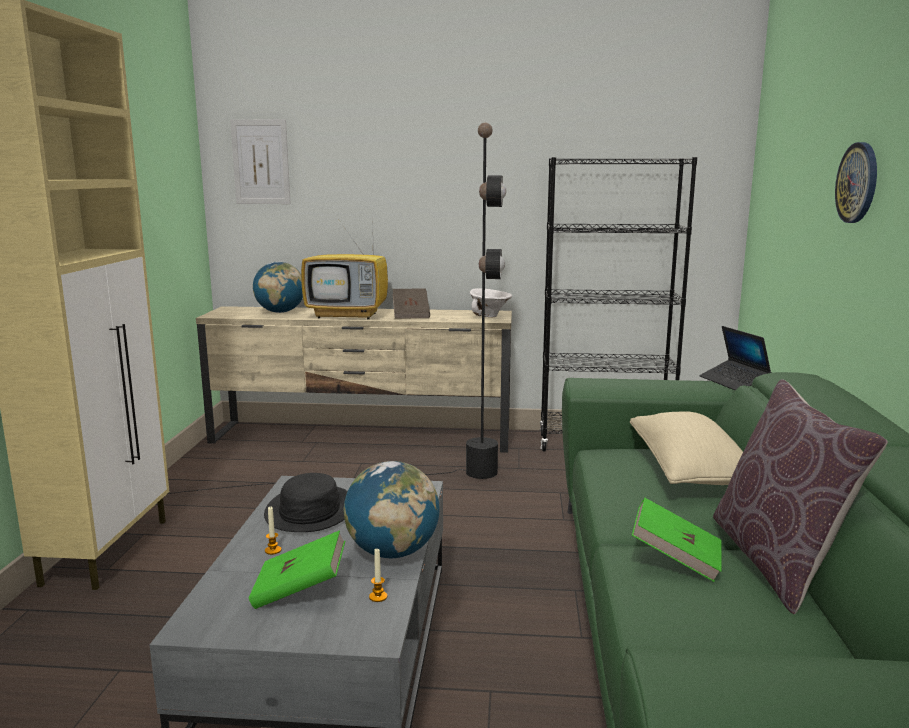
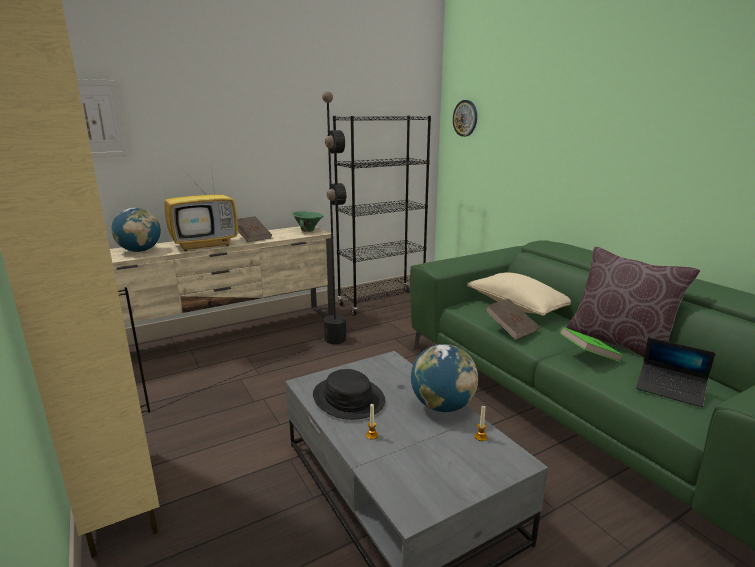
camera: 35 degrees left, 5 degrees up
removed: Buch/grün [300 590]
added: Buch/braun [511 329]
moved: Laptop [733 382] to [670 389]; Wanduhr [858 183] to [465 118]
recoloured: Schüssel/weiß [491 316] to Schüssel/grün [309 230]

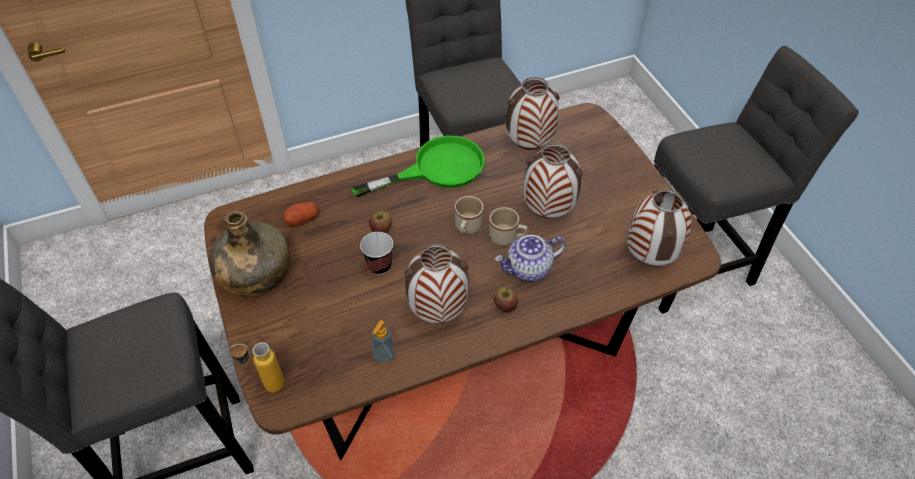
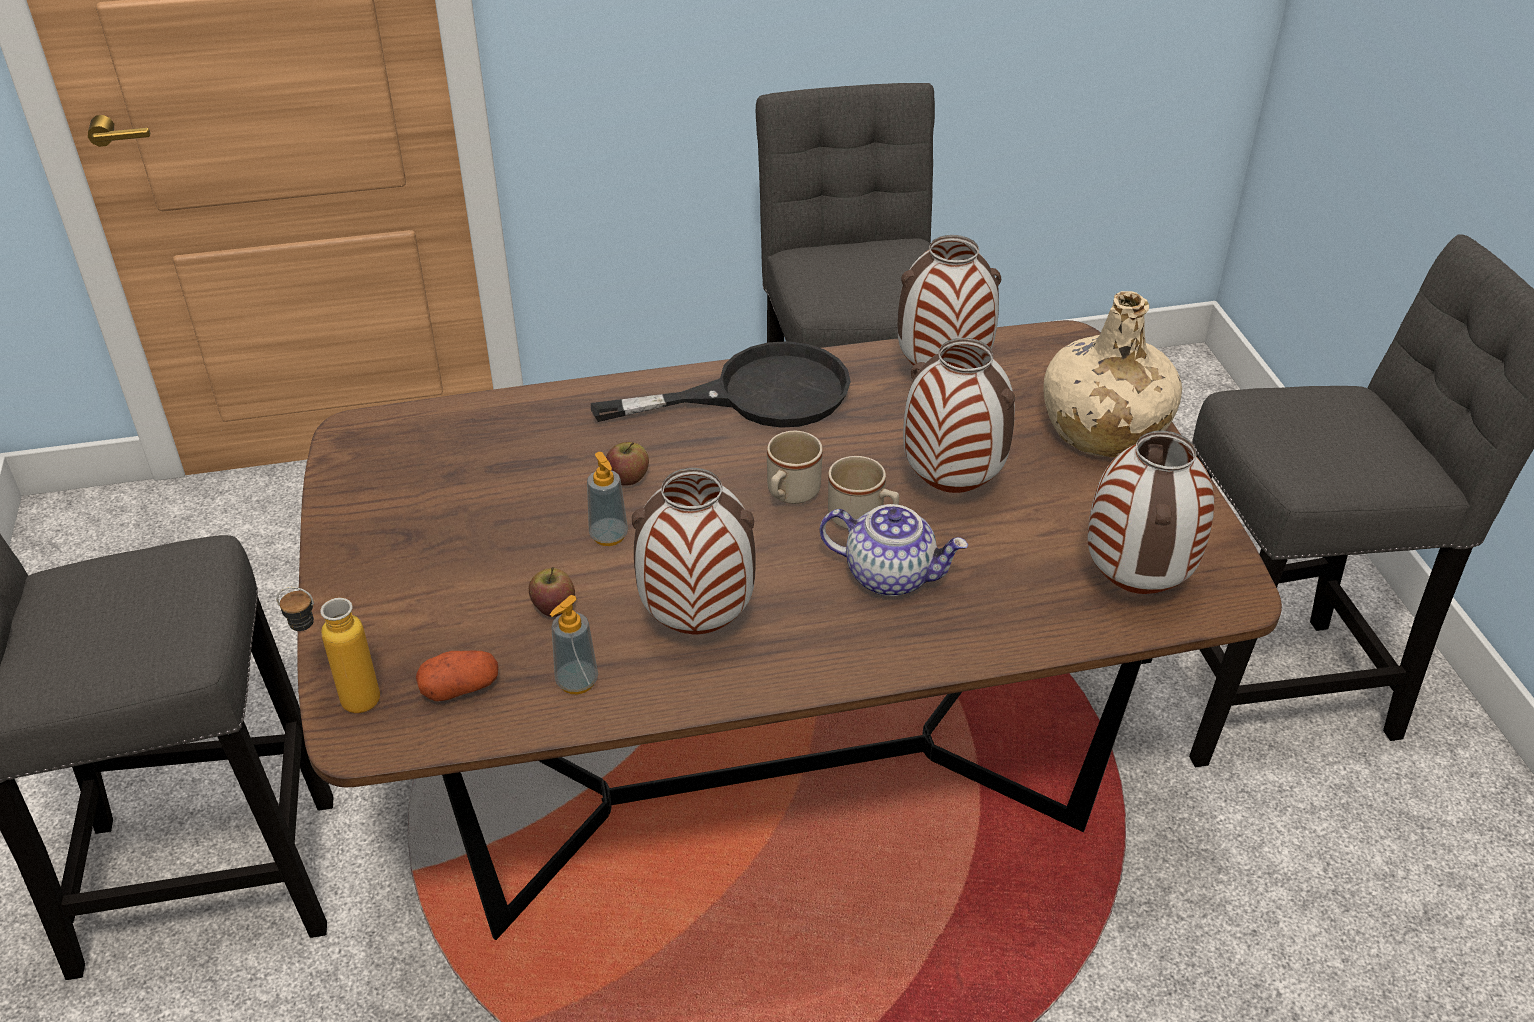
camera: 10 degrees right, 10 degrees down
removed: Flasche/grün [255 274]
added: Flasche/beige [1102 429]
moved: Kartoffel [302 219] to [460 687]; Apfel [505 305] to [554 607]
replaced: Tasse [379 266] to Seifenspender [609 536]
recoloured: Pfanne/grün [436 169] to Pfanne/schwarz [757 394]
turned: Teekanne [528 269] = [891 575] 150 degrees counterclockwise

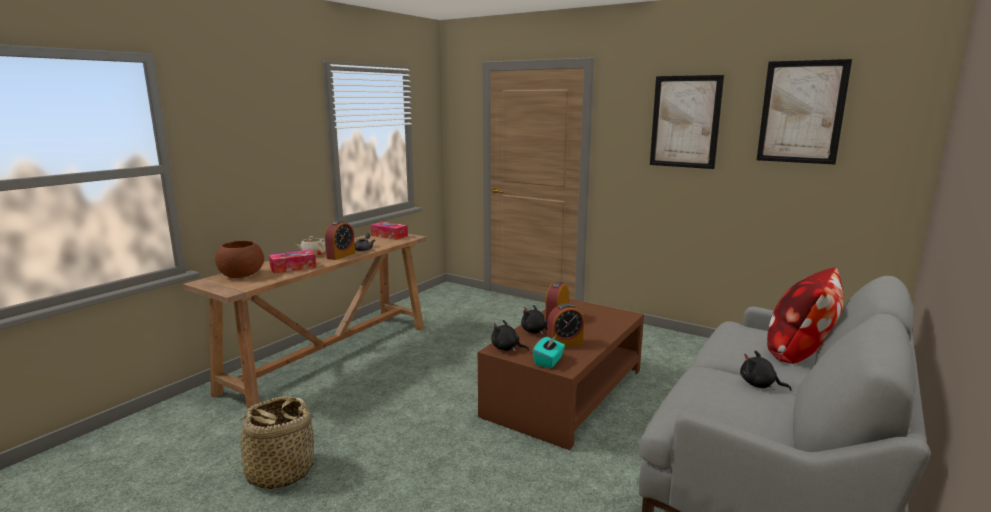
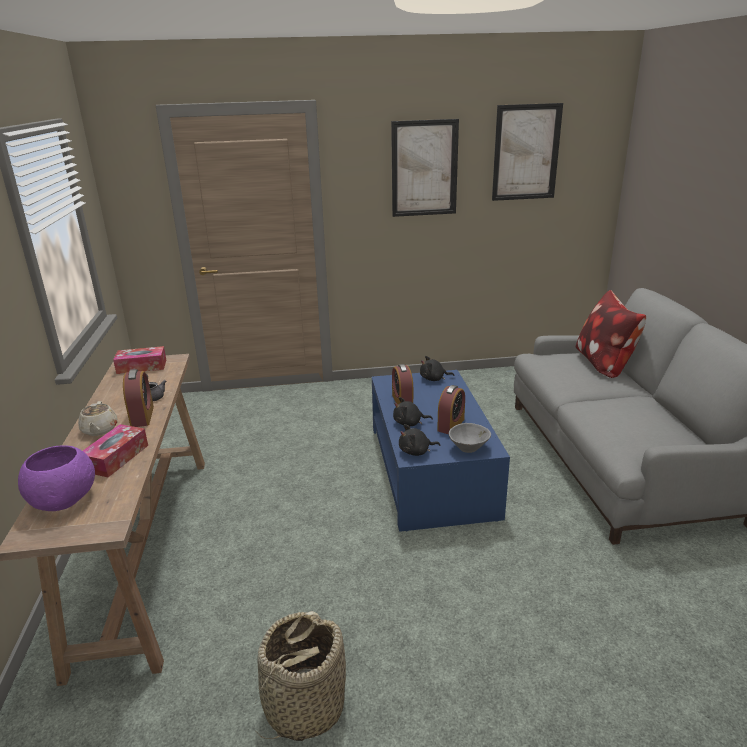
camera: 40 degrees left, 10 degrees up
moved: Plüschtier/schwarz [759 385] to [434 379]
replaced: Taschentuchbox/türkis [549 361] to Schüssel/grau [468 448]
recoloured: Schüssel/braun [242 275] to Schüssel/lila [64 498]; Couchtisch/braun [565 392] to Couchtisch/blau [431 470]

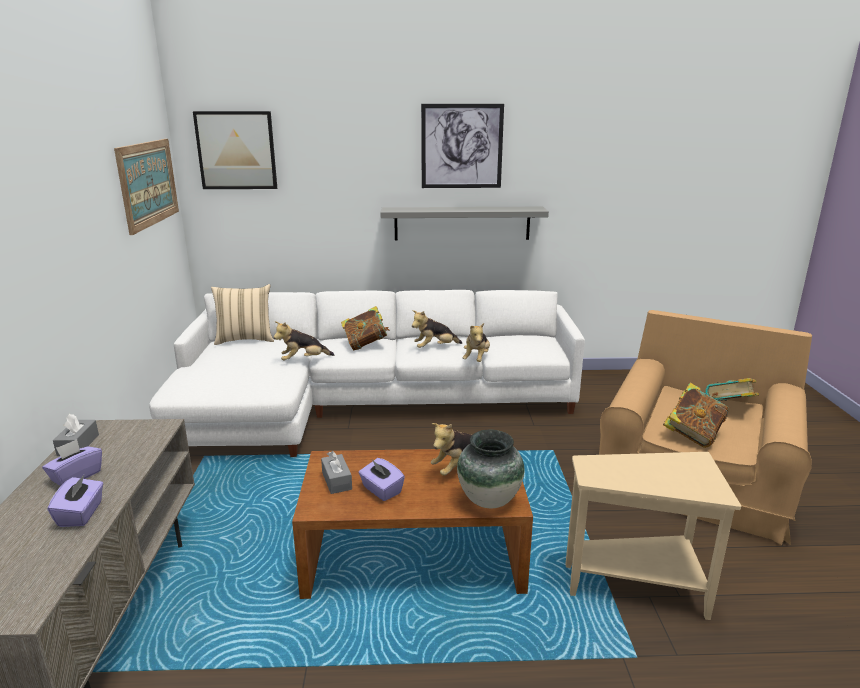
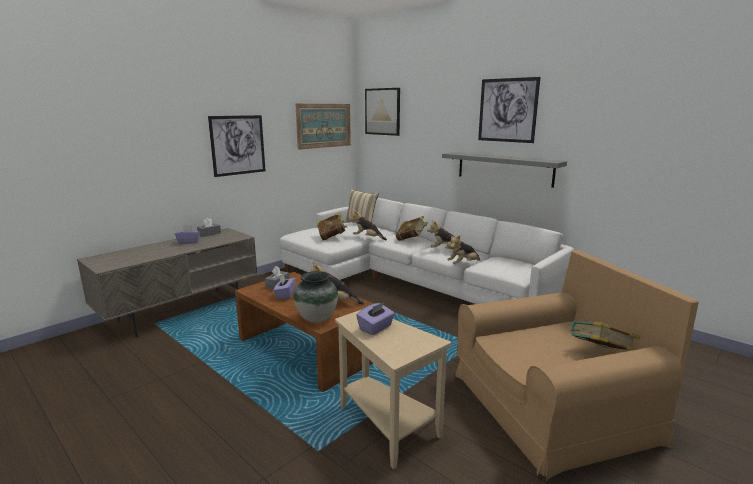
camera: 45 degrees right, 5 degrees down
added: Bild [238 145]
moved: Taschentuchbox/lila [81 514] to [376 328]; Buch [693 435] to [331 237]

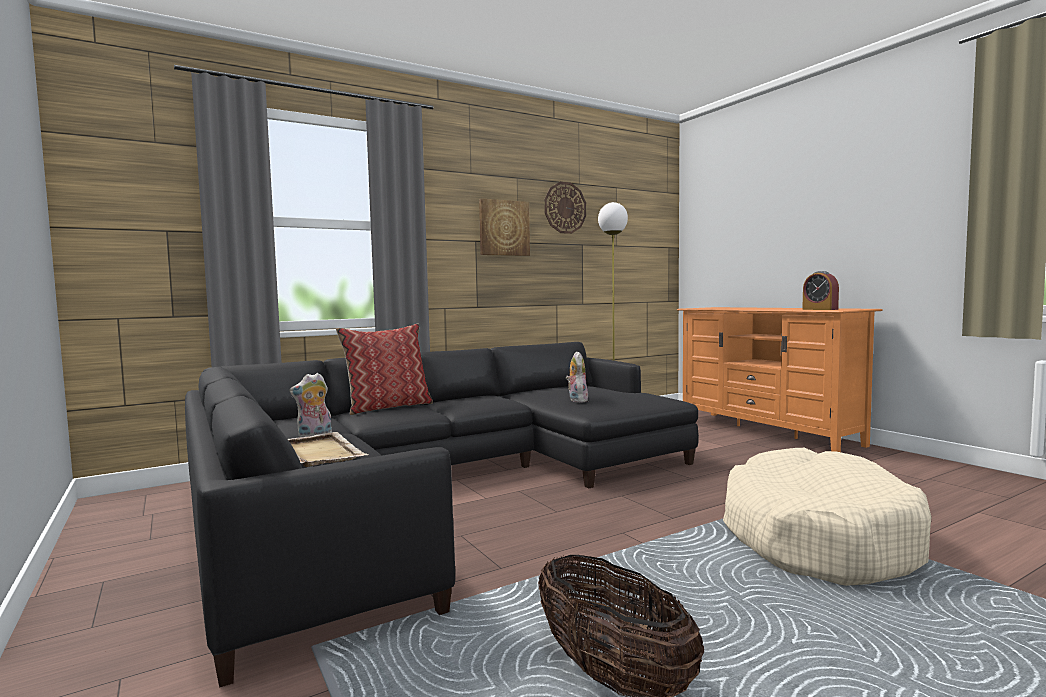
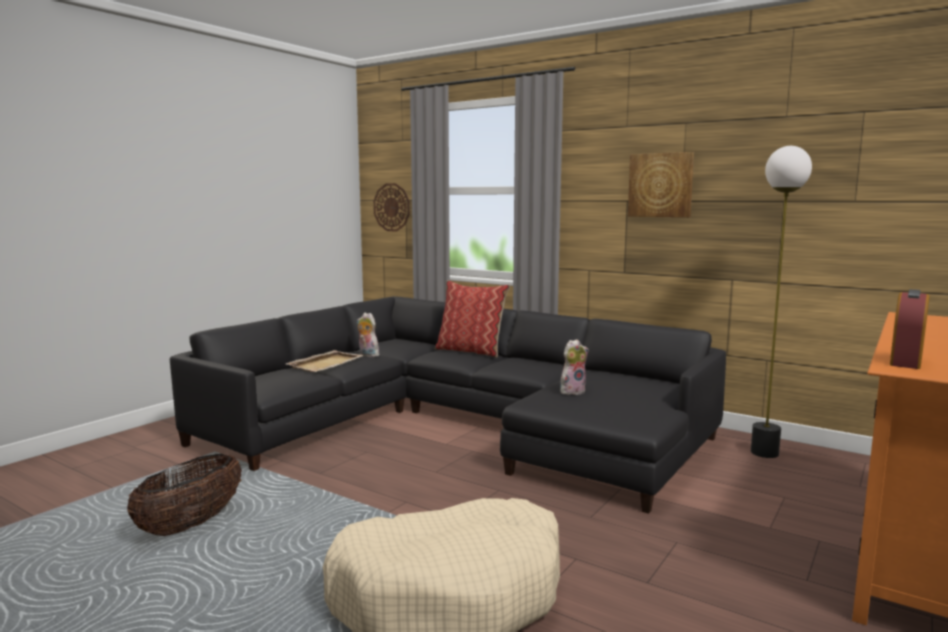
camera: 65 degrees right, 5 degrees up
moved: Wanduhr [565 208] to [392 207]

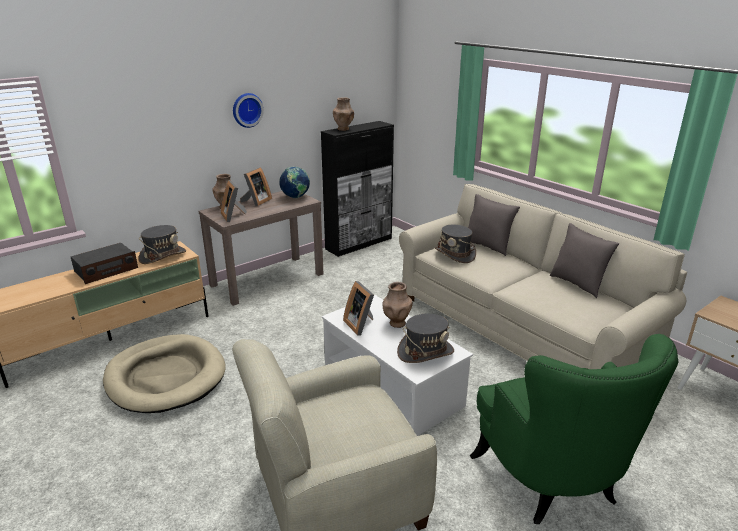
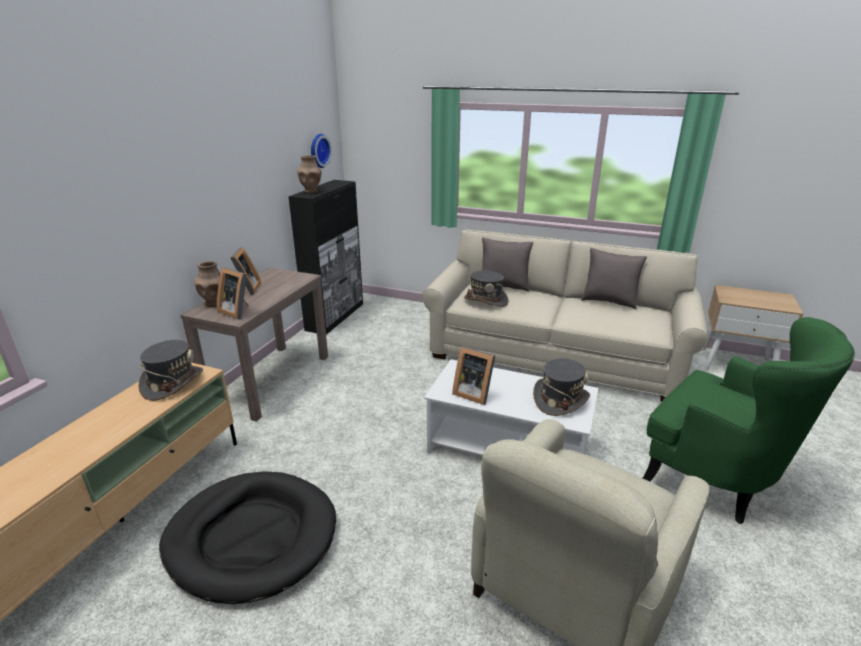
camera: 30 degrees left, 0 degrees up
removed: Radio [106 270]; Globus [295 197]; Vase/braun [397 323]
moved: Wanduhr [246 110] to [318 150]
recoloured: Hundebett/beige [165 377] to Hundebett/schwarz [252 538]

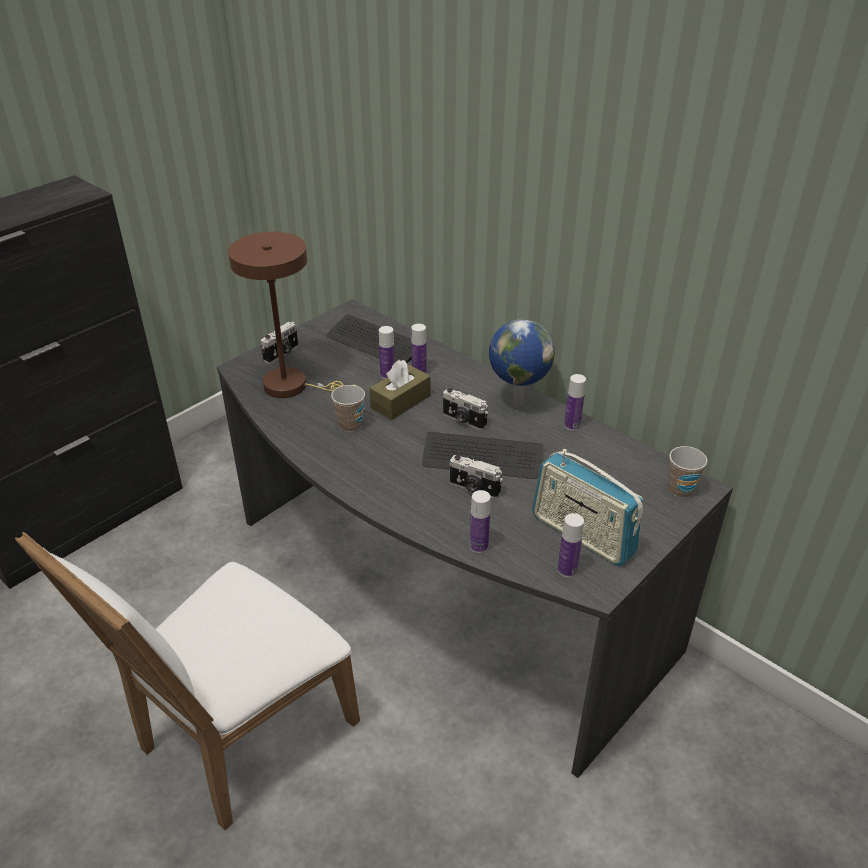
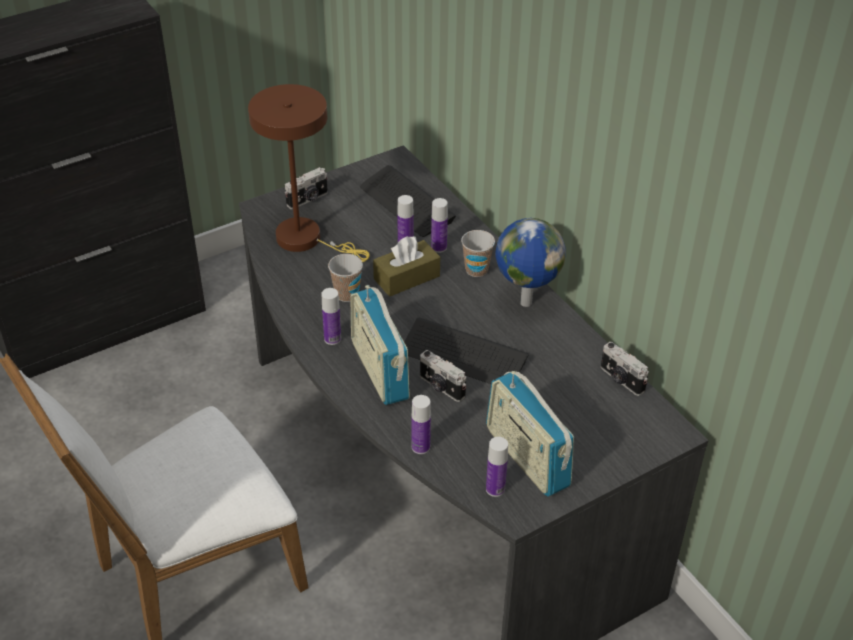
camera: 15 degrees right, 5 degrees up
added: Radio [379 370]
moved: Kamera [463 421] to [621 380]; Flasche [572 425] to [332 339]; Tasse [680 489] to [476 270]

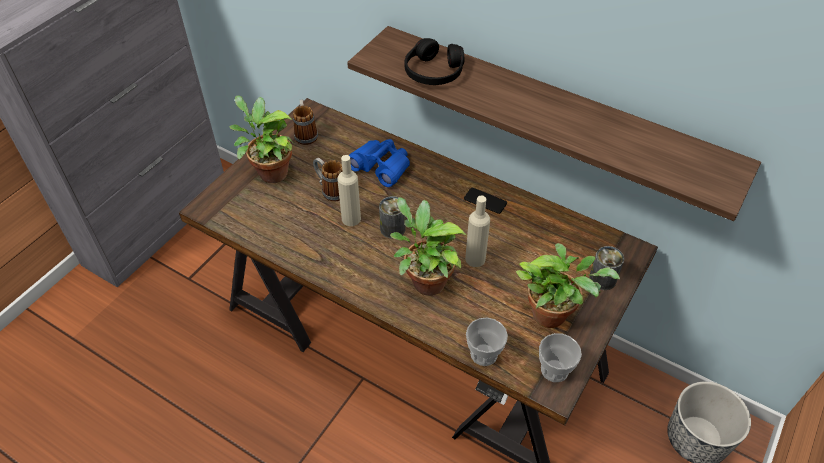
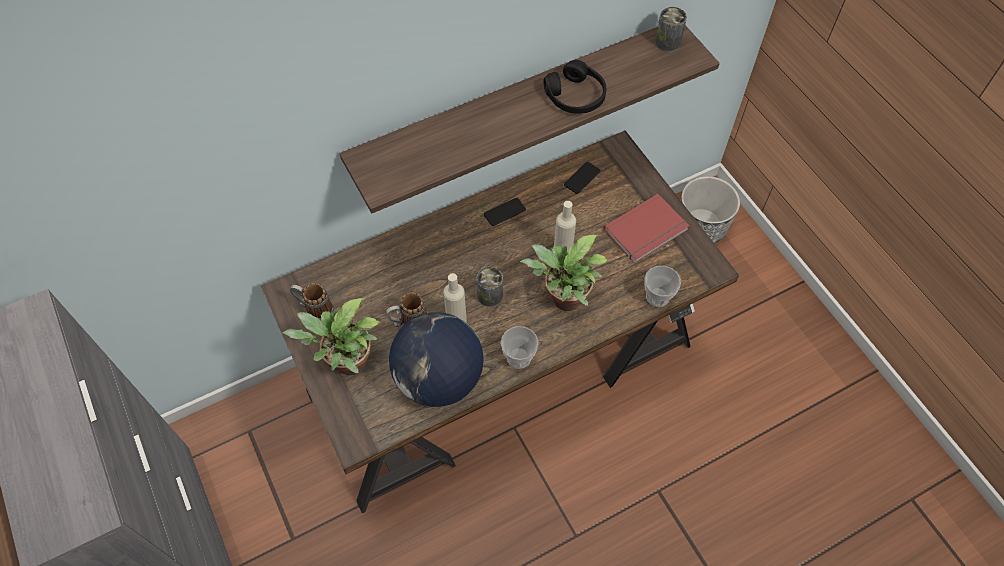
camera: 60 degrees left, 10 degrees up
removed: Fernglas/blau [381 167]
added: Globus [439 379]; Handy [582 178]
moved: Kopfhörer/schwarz [433 72] to [575 96]; Tasse [554 370] to [519 357]; Dose [602 279] to [667 42]
replaced: Topfpflanze [553 314] to Buch/rot [647 231]

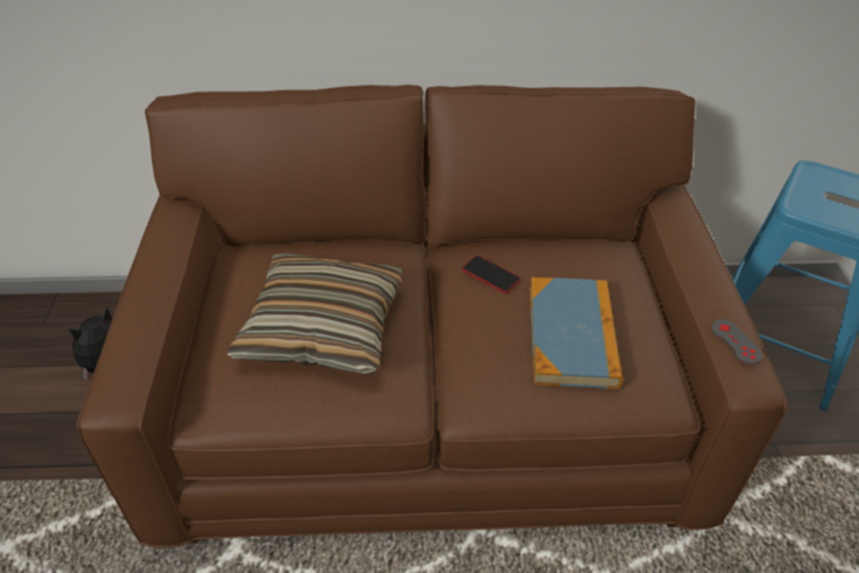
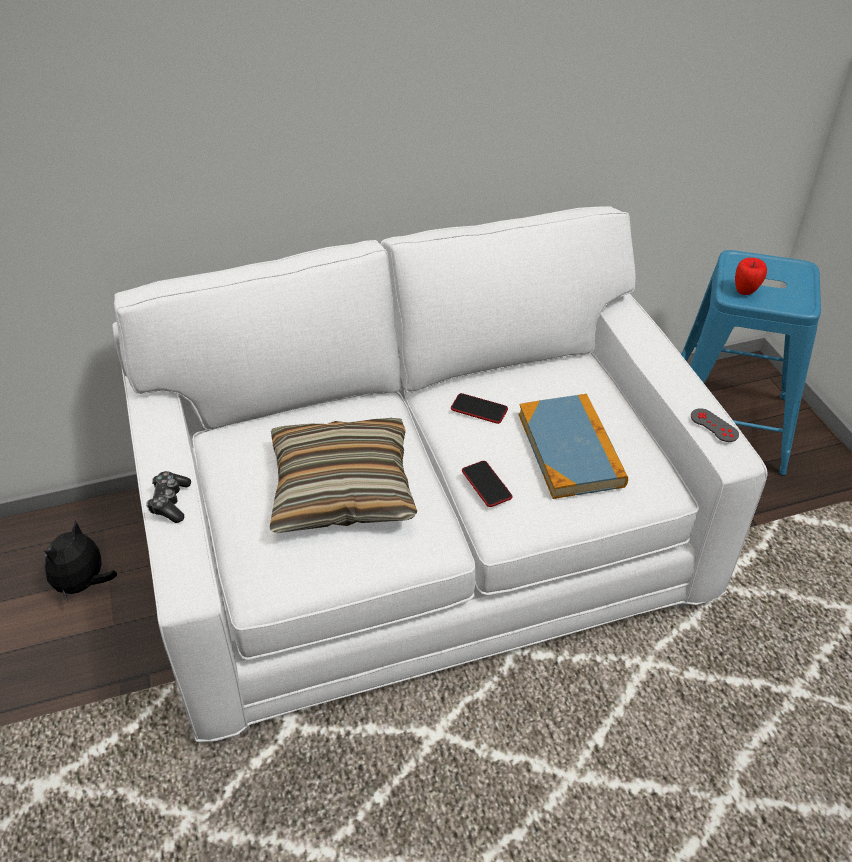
camera: 15 degrees left, 0 degrees up
added: Gamepad [170 502]; Handy [486 484]; Apfel [745 292]
recoloured: Sofa/braun [429 398] to Sofa/weiß [425 543]

